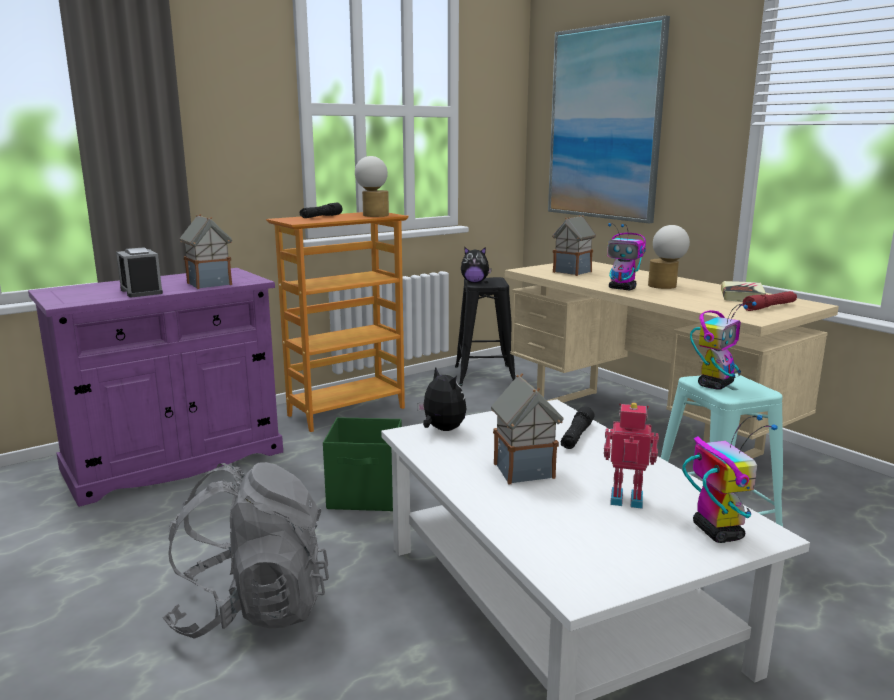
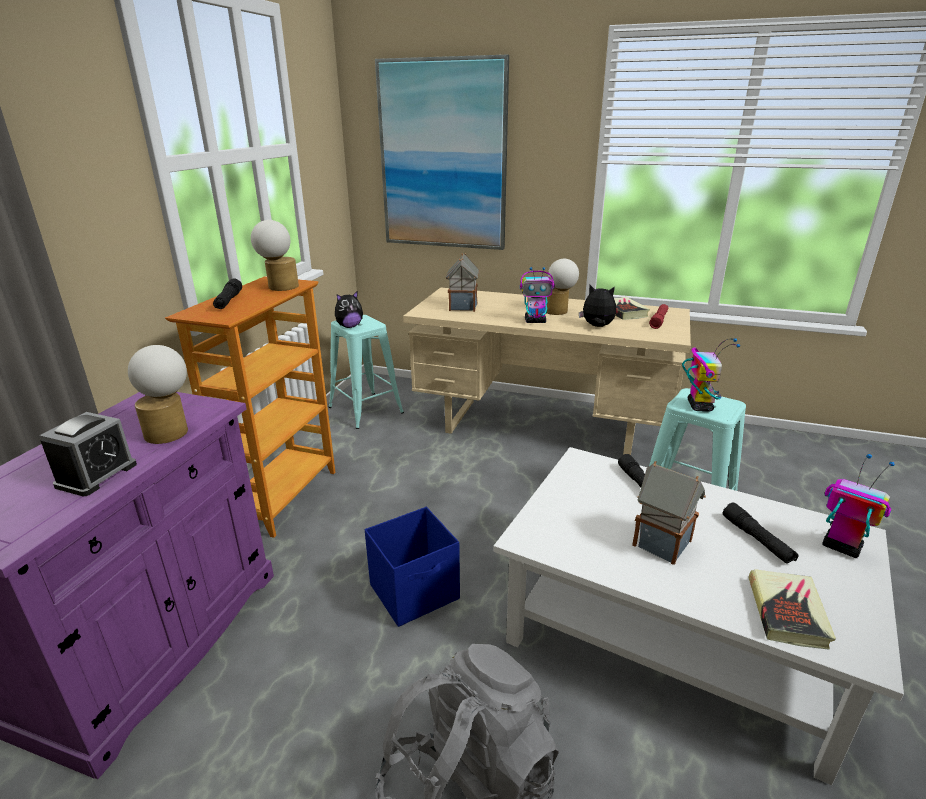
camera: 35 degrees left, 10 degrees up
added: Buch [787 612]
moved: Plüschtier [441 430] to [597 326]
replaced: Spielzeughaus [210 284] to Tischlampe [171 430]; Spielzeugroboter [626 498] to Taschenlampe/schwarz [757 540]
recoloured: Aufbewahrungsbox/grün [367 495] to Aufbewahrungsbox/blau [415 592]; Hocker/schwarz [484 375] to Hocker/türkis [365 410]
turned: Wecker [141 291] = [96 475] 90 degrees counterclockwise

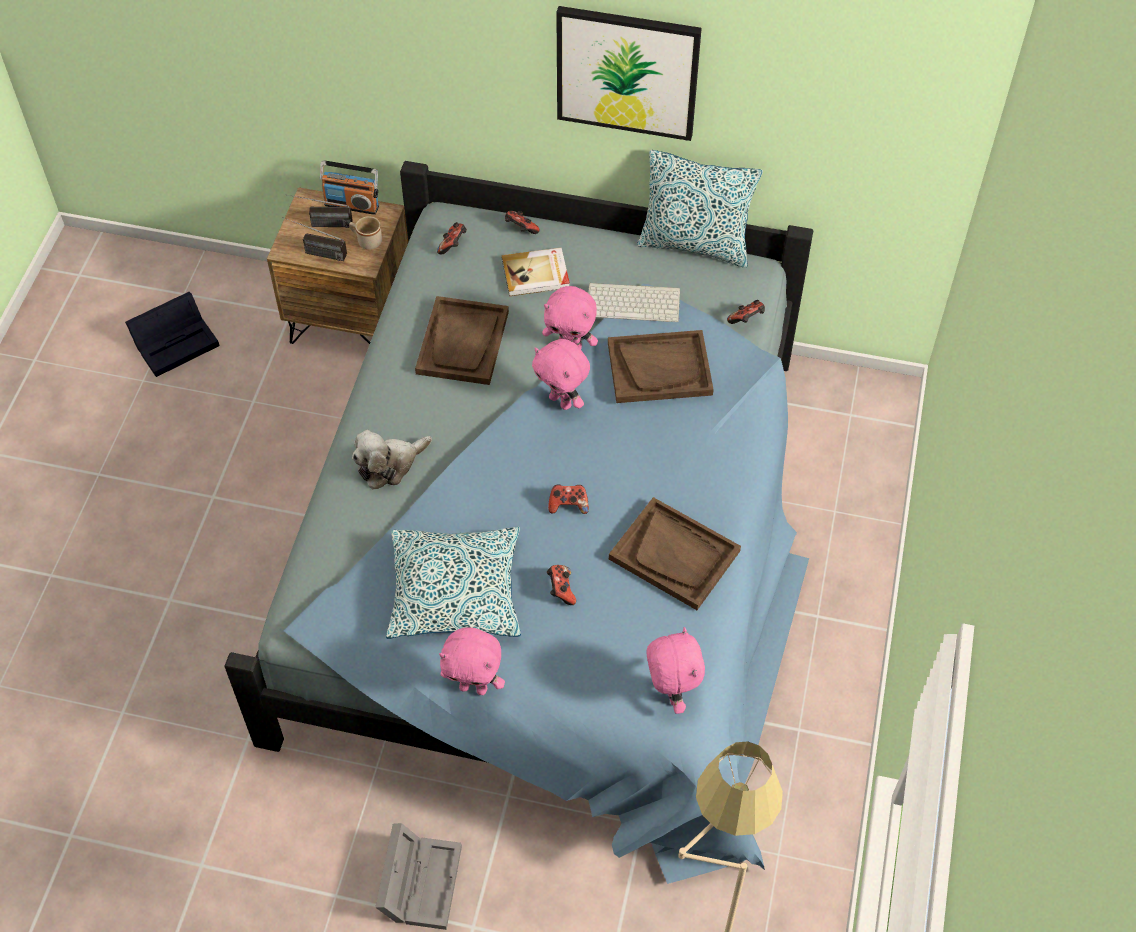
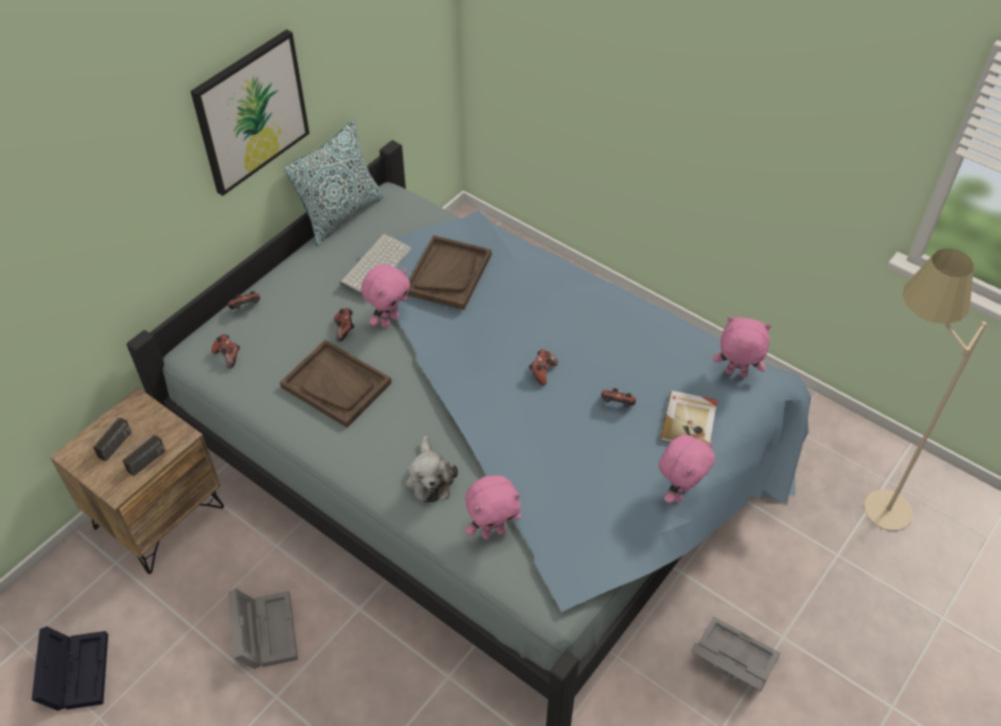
camera: 65 degrees left, 5 degrees down
removed: Radio [352 204]; Henkelbecher/beige [366 241]; Kissen [455 592]; Tablett/braun [674 555]
added: Aufbewahrungsbox/grau [264 630]
moved: Buch [536 274] to [689 422]; Plüschtier/rosa [561 401] to [493 532]; Gamepad [746 320] to [345 330]

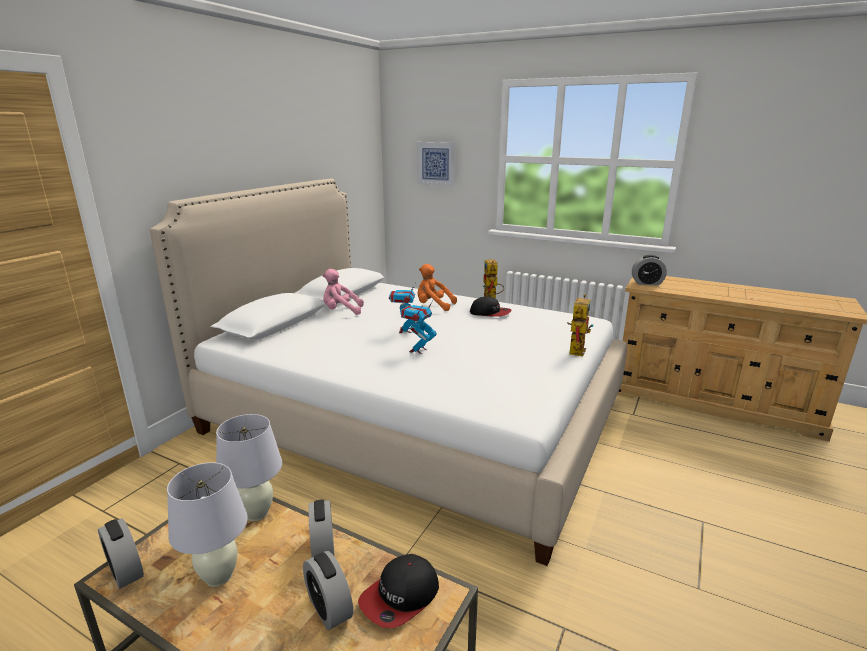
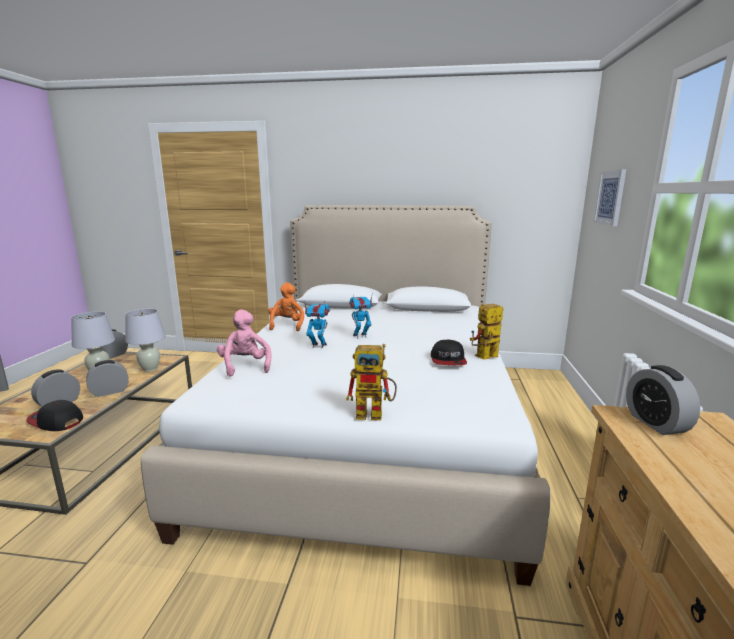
camera: 70 degrees right, 5 degrees down
moved: Plüschtier/rosa [341 311] to [245 366]; Plüschtier/orange [433 306] to [287 325]

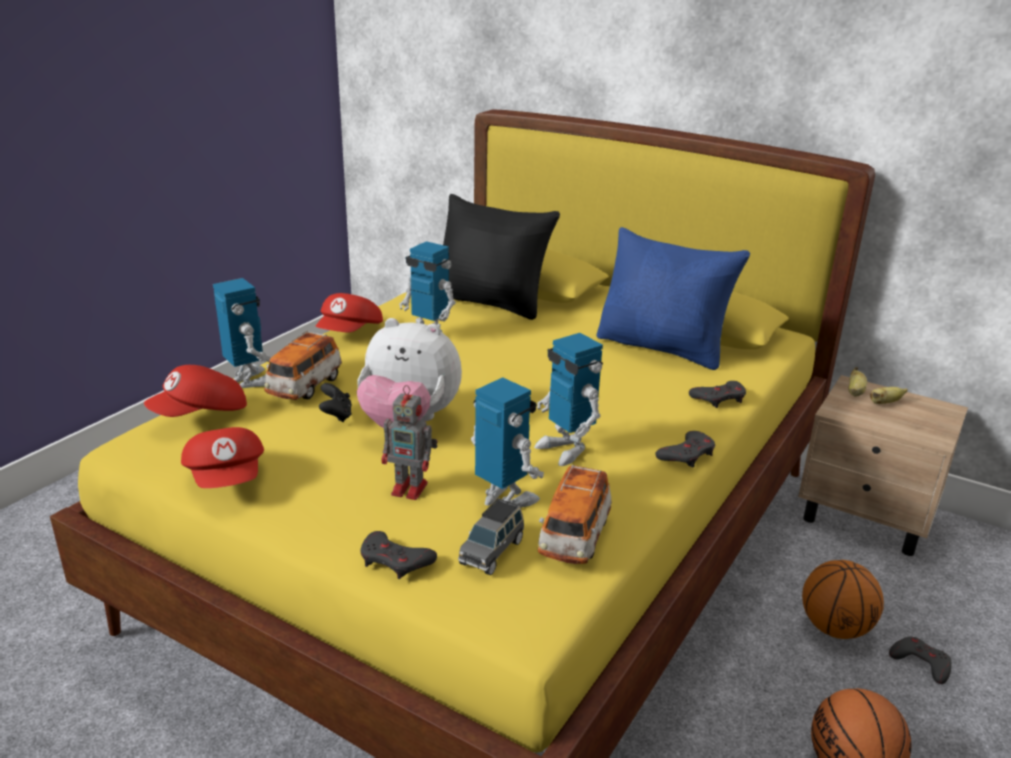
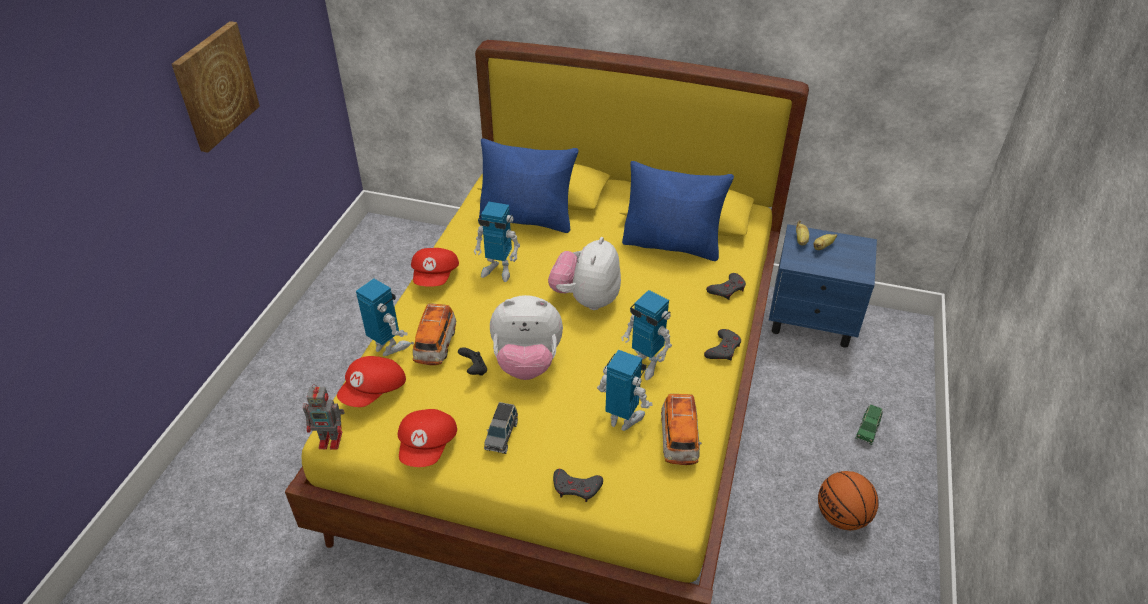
camera: 15 degrees left, 15 degrees up
removed: Basketball [834 628]
added: Bild [215 86]; Plüschtier [586 299]
moved: Spielzeugroboter [411 489] to [332 440]; Spielzeugauto/grau [492 552] to [501 435]
replaced: Gamepad/grau [921 662] to Spielzeugauto/grün [867 430]
recoloured: Kissen/schwarz [491 302] to Kissen/blau [528 219]; Nachttisch/beige [867 518] to Nachttisch/blau [813 321]
turned: Kappe/rot [228 478] = [428 446] 45 degrees clockwise

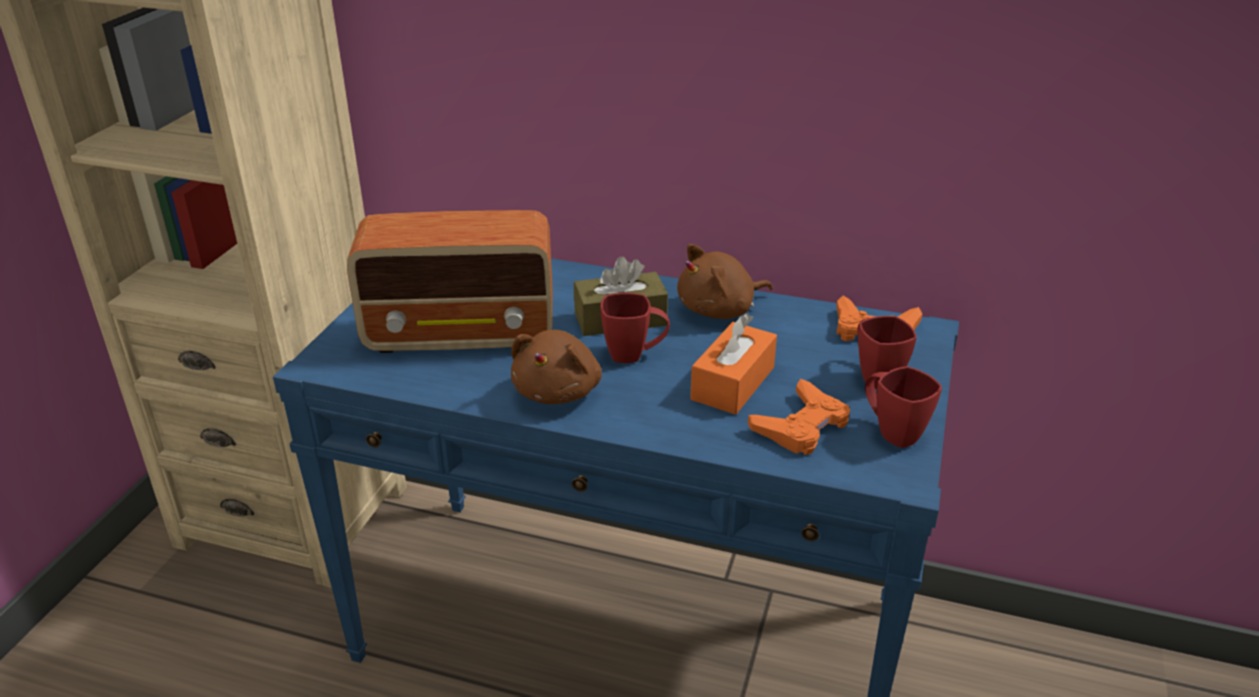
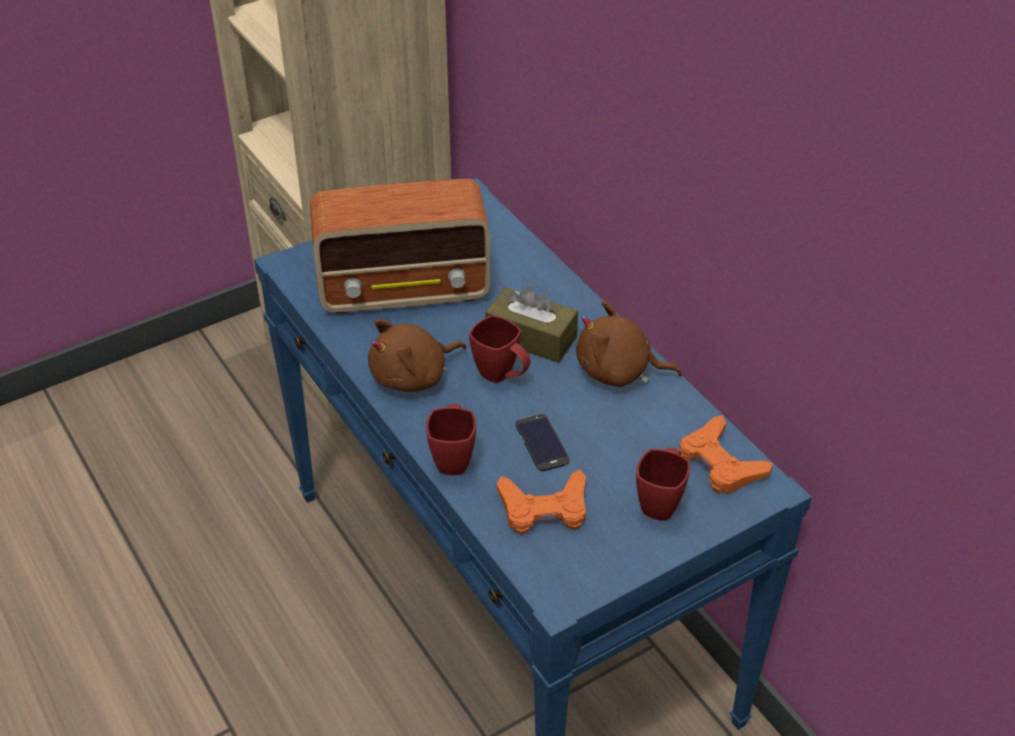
camera: 40 degrees right, 10 degrees up
moved: Henkelbecher/rot [891 431] to [453 457]
replaced: Taschentuchbox/orange [733 383] to Handy [542 443]
turned: Radio [463 334] = [405 289] 45 degrees counterclockwise

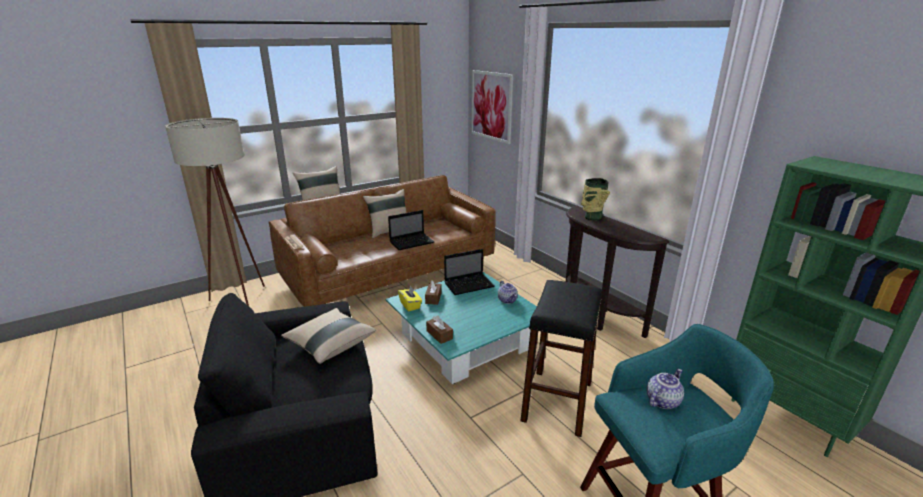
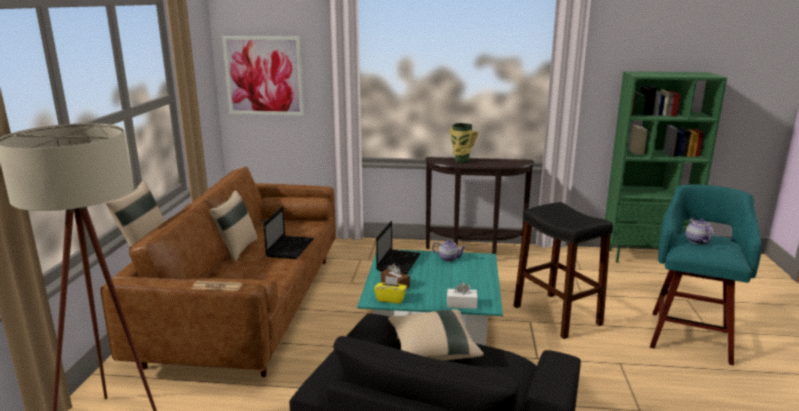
camera: 50 degrees left, 5 degrees down
recoloured: Taschentuchbox/braun [439 335] to Taschentuchbox/weiß [461 304]

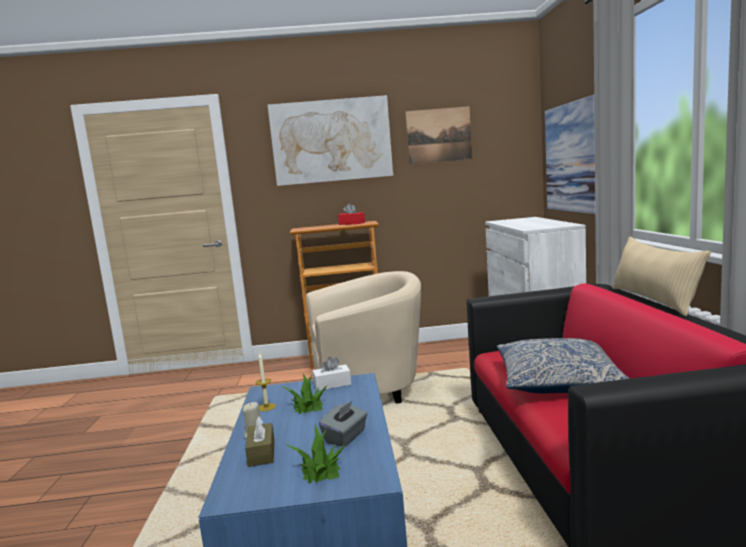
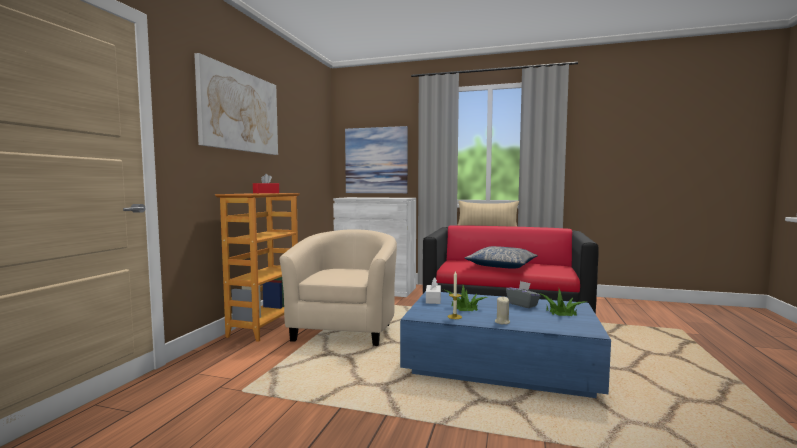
camera: 70 degrees left, 5 degrees down
removed: Taschentuchbox/braun [261 453]; Bild [439 135]

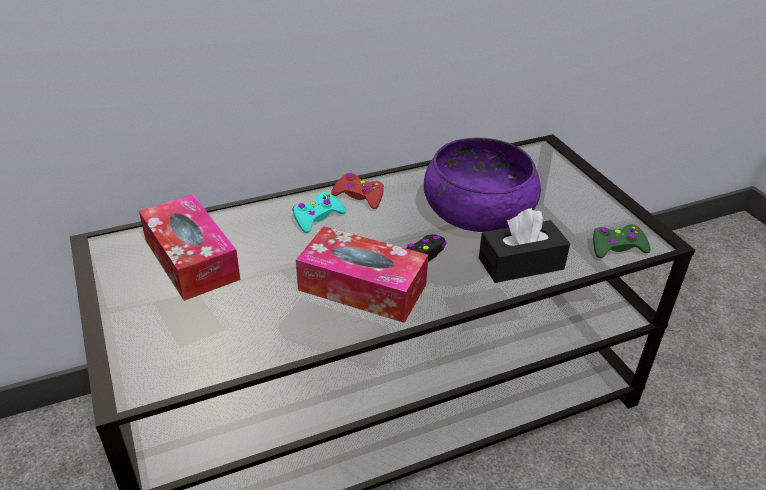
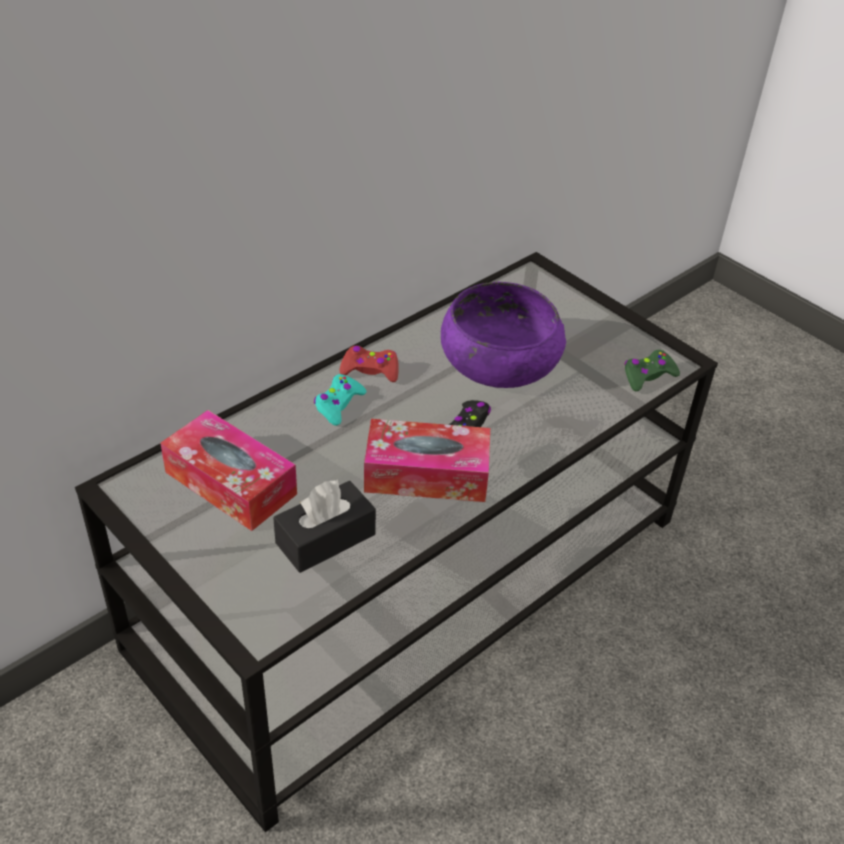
camera: 20 degrees left, 5 degrees up
moved: Taschentuchbox/schwarz [521 264] to [325 538]

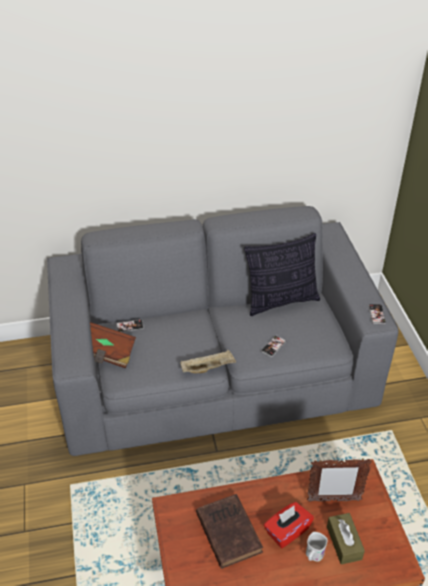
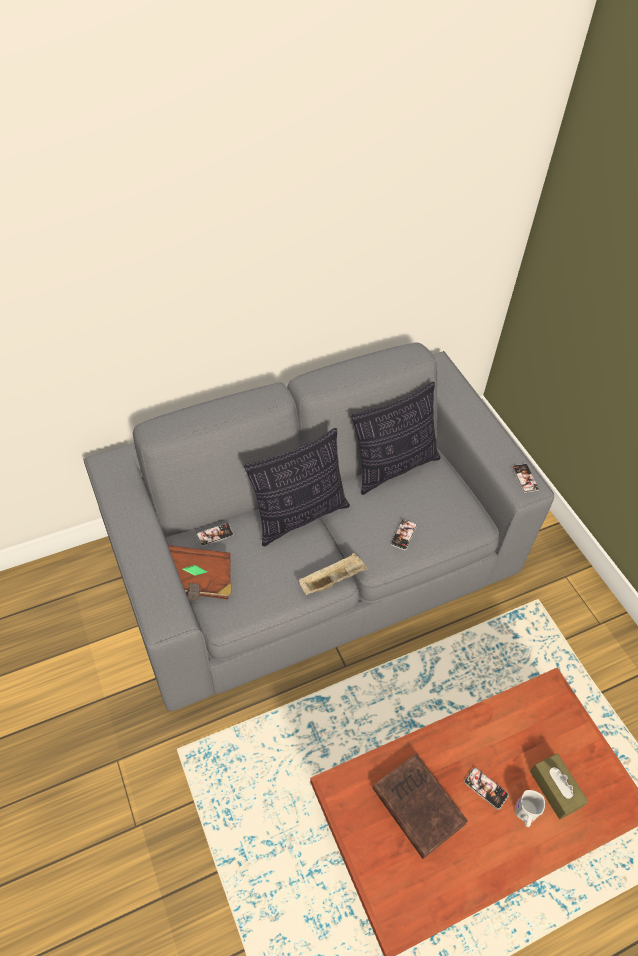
camera: 15 degrees left, 10 degrees up
removed: Bilderrahmen [333 500]
added: Kissen [299 516]
replaced: Taschentuchbox/rot [287 531] to Handy [486 788]

